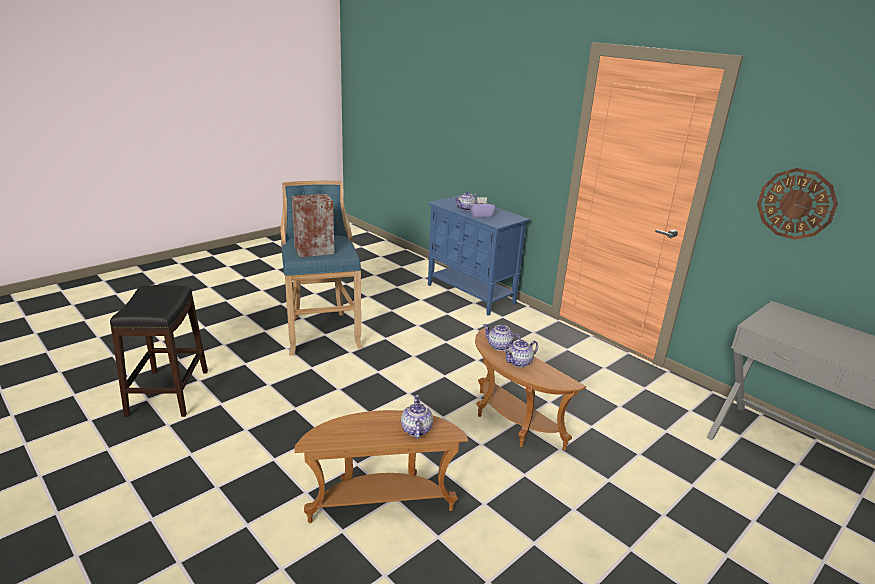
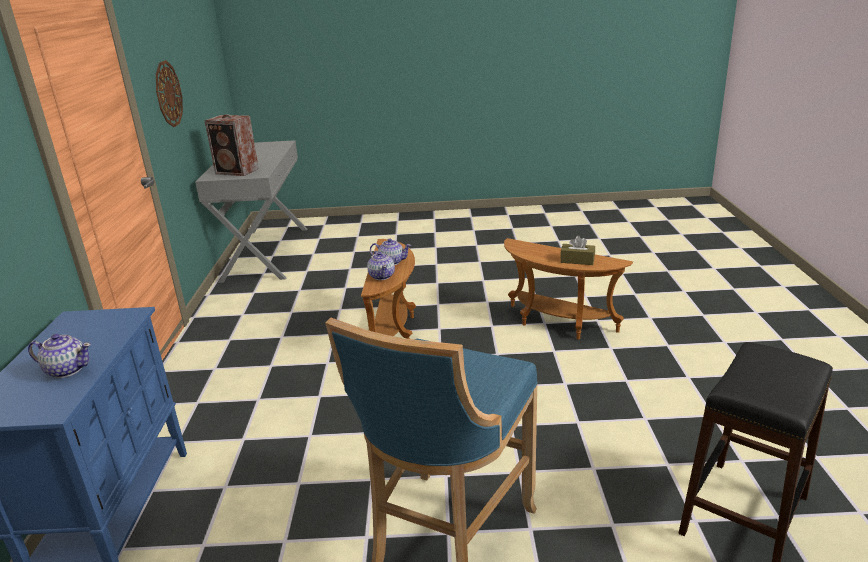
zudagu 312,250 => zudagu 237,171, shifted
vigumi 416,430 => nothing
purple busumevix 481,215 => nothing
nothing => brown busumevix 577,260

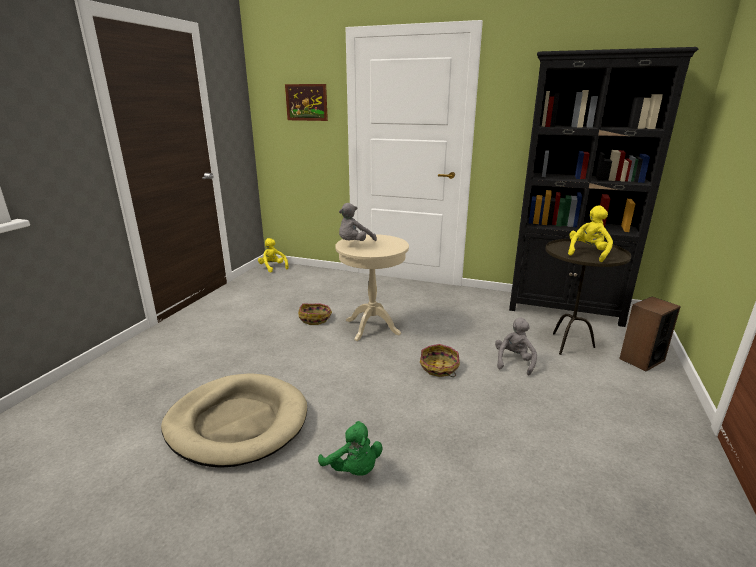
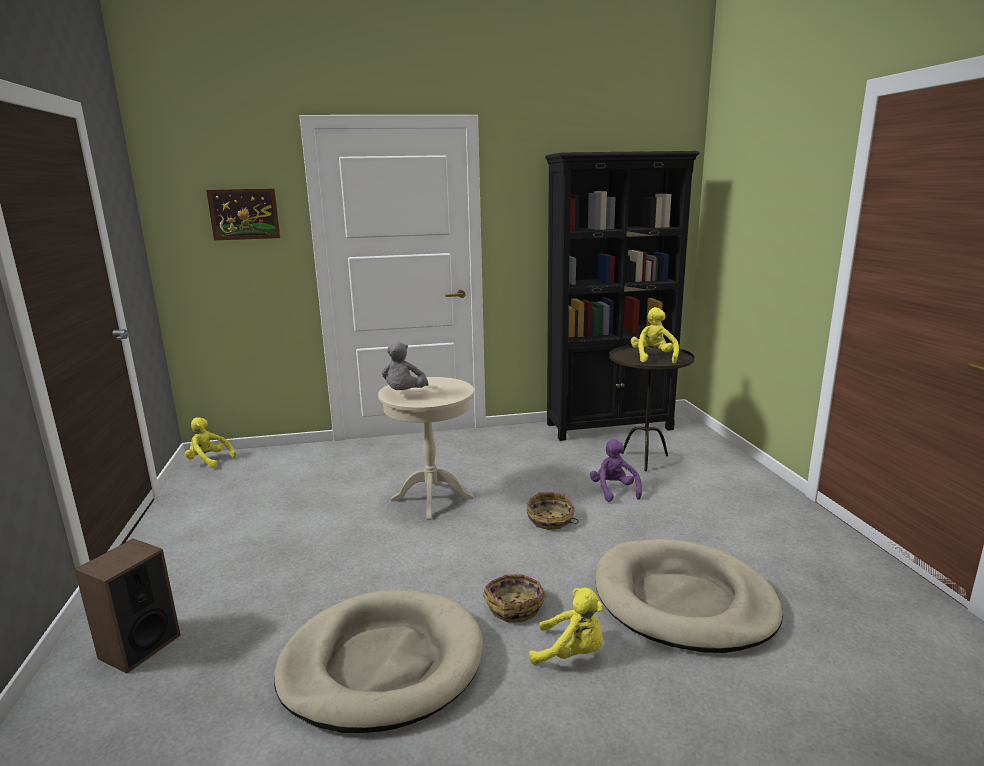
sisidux 315,318 => sisidux 515,606, shifted
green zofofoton 353,470 => yellow zofofoton 571,653
grey zofofoton 514,362 => purple zofofoton 614,491
zudagu 641,359 => zudagu 139,646, shifted
nothing => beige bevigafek 683,600

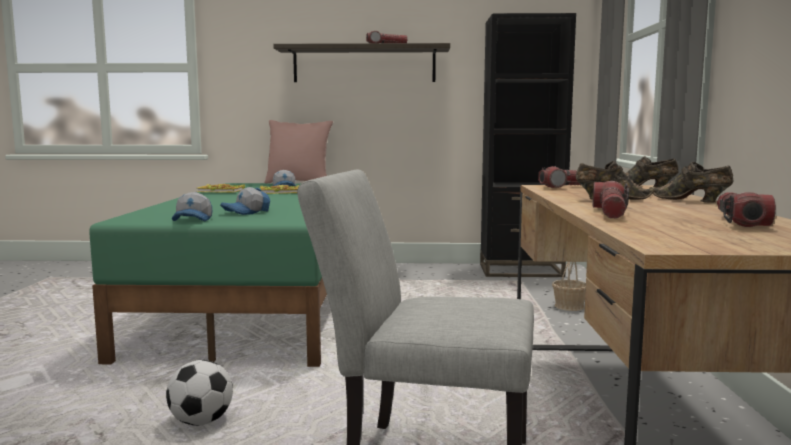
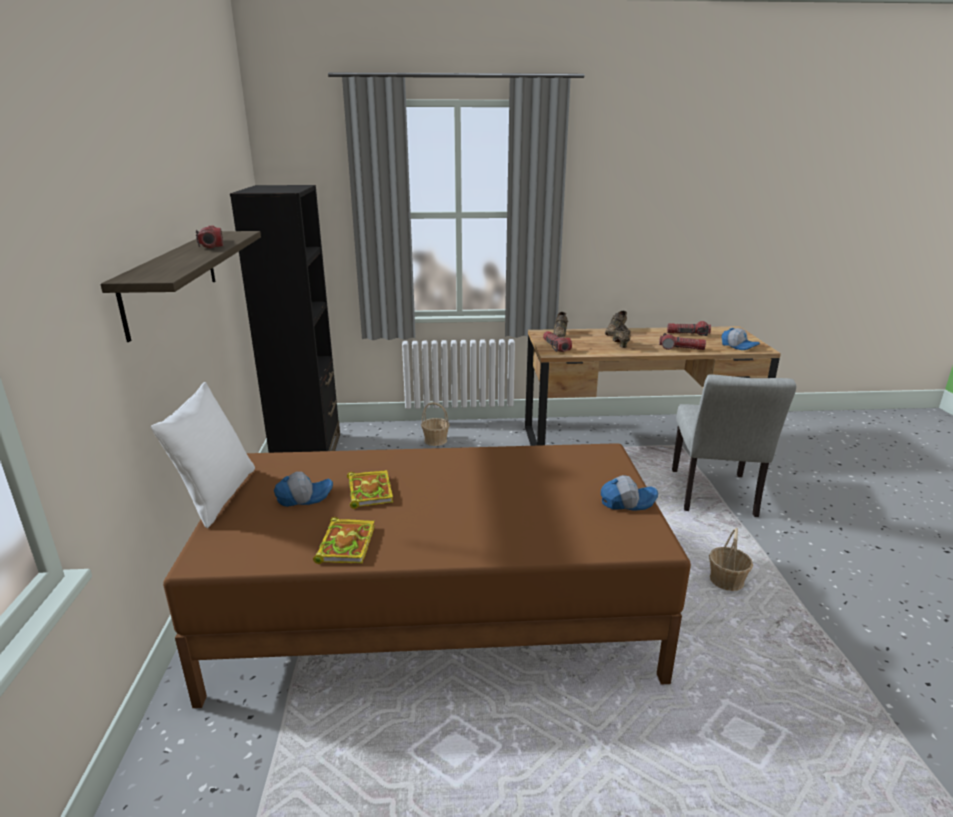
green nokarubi 263,304 => brown nokarubi 434,610
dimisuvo 201,422 => sisidux 726,581
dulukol 247,212 => dulukol 738,346, shifted
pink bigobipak 299,183 => white bigobipak 217,496

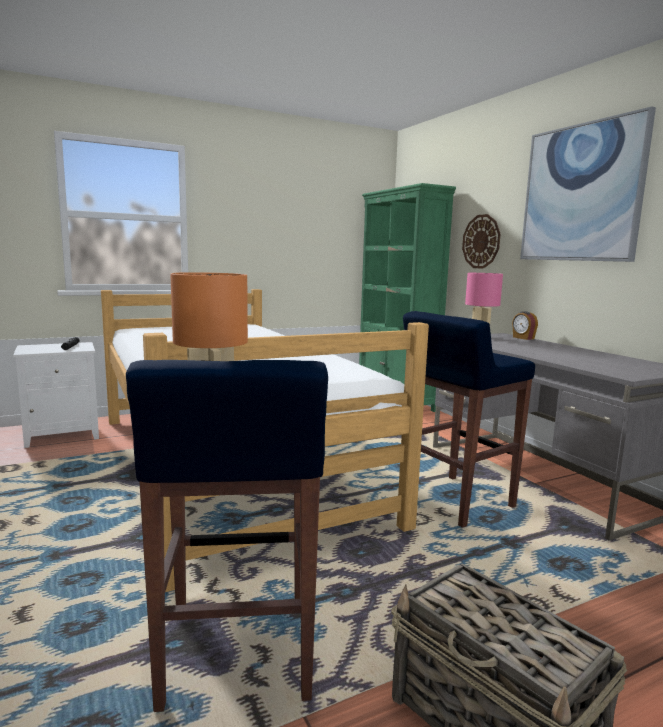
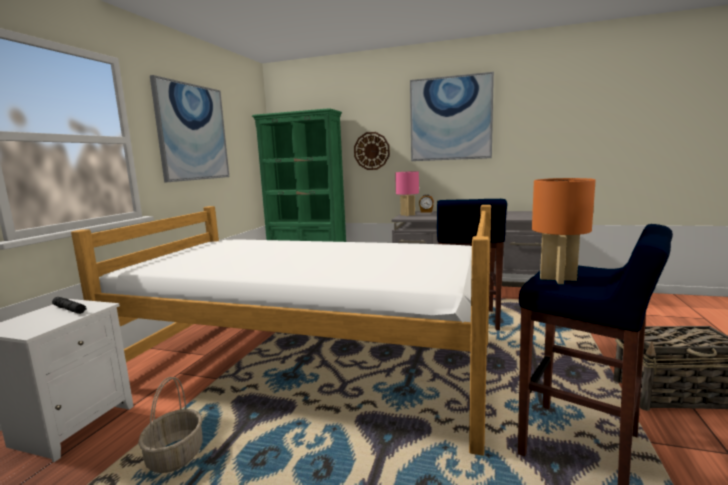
nothing => sisidux 175,455
nothing => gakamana 192,132

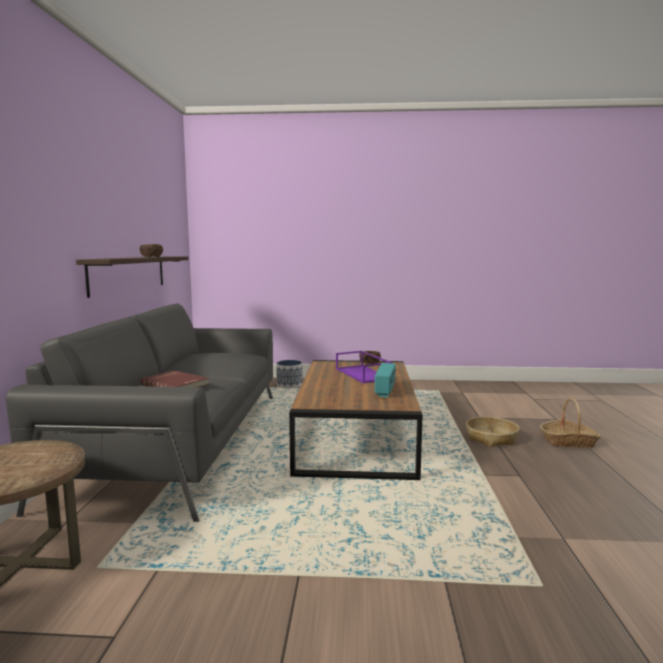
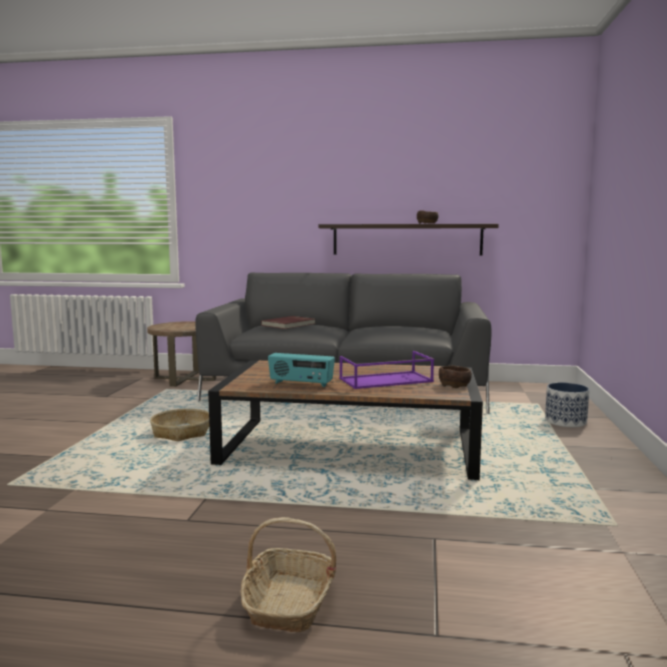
sisidux 491,438 => sisidux 181,433, shifted

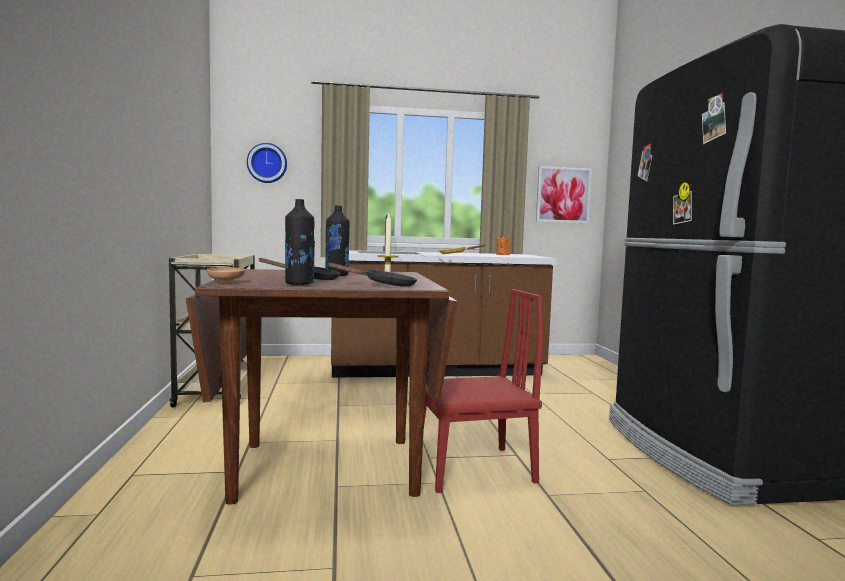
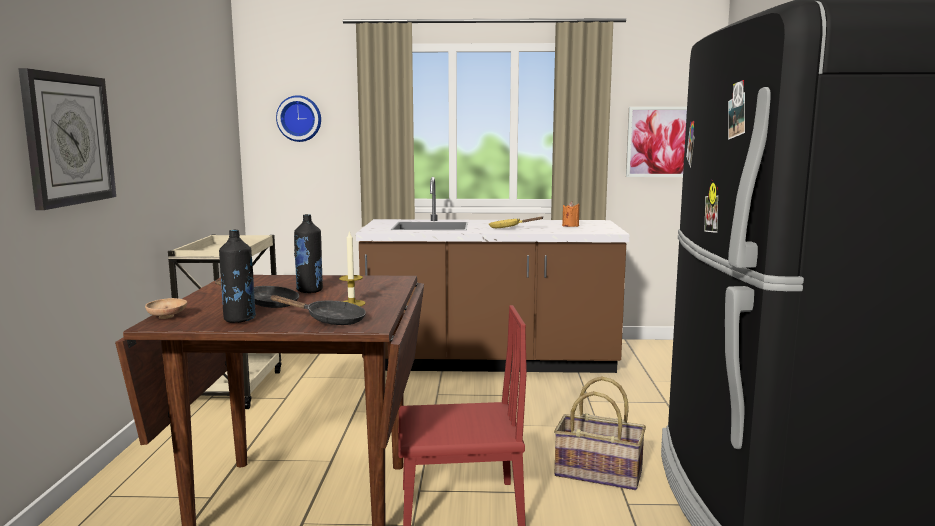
nothing => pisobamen 68,139
nothing => sisidux 599,472

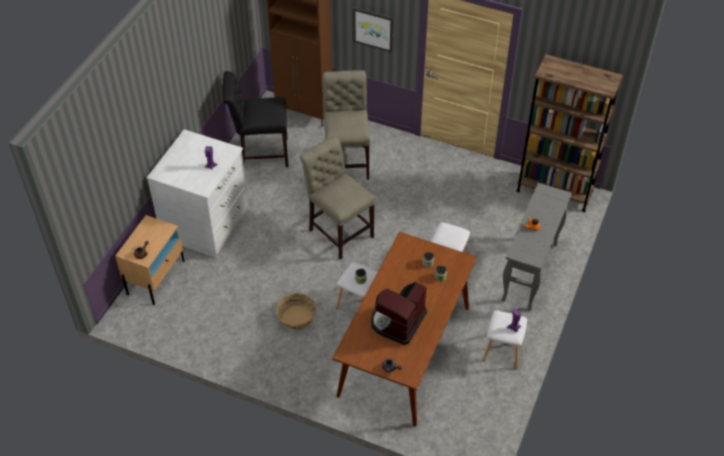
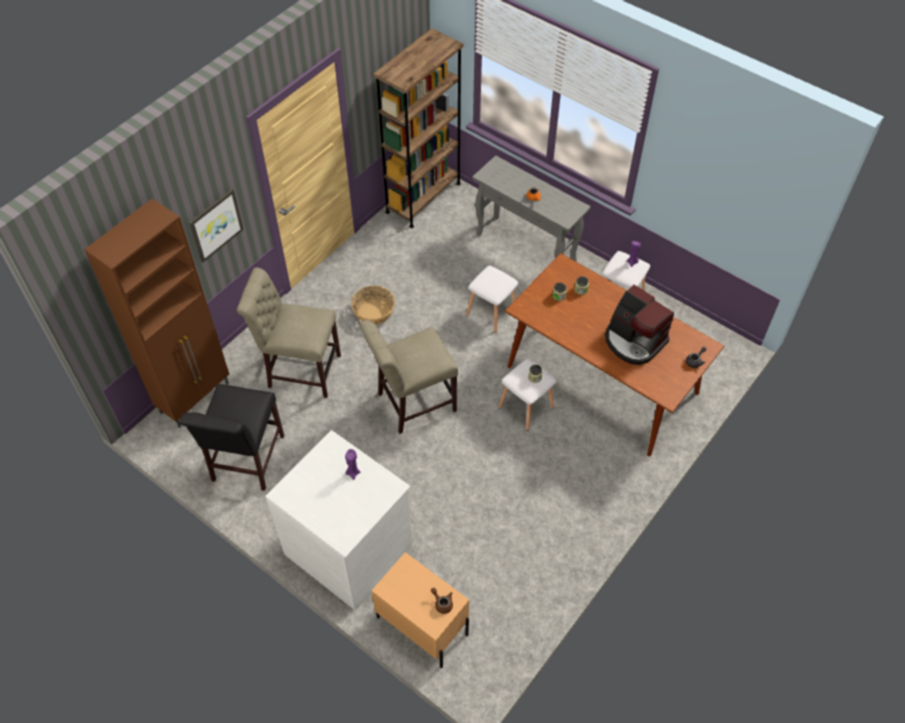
sisidux 296,318 => sisidux 374,312, shifted

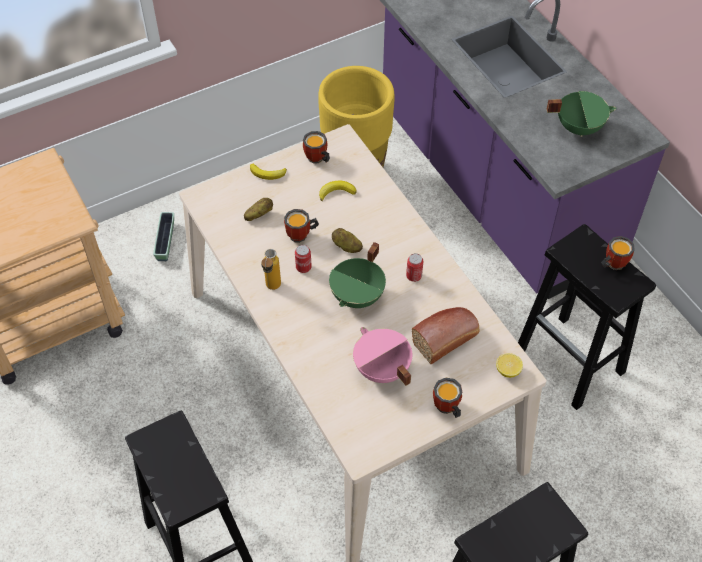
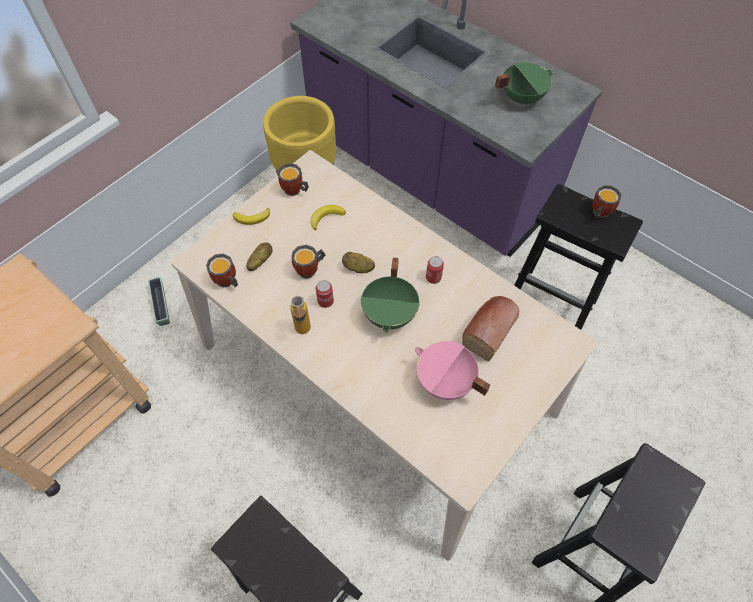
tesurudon 446,409 => tesurudon 226,283, shifted
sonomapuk 508,370 => nothing

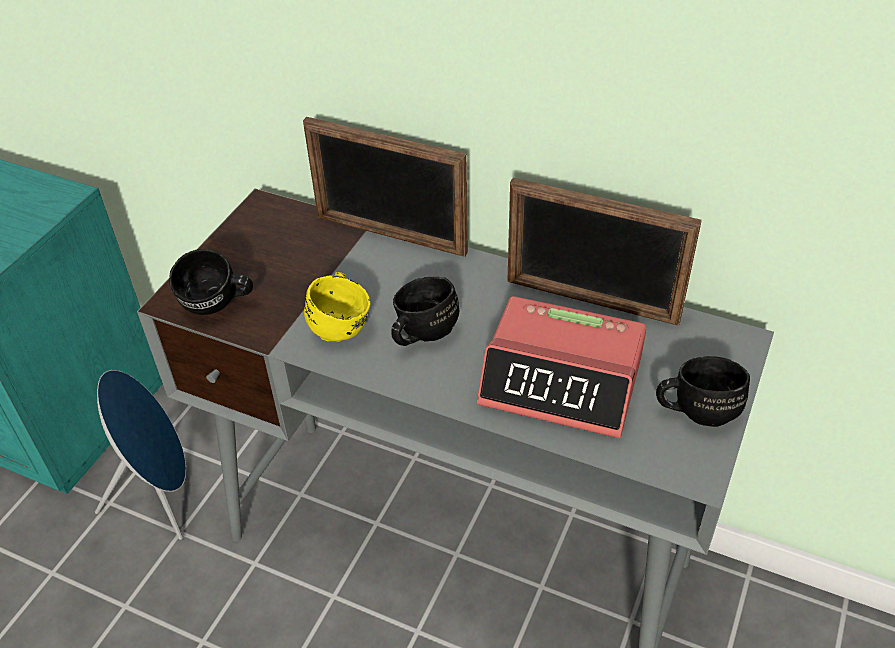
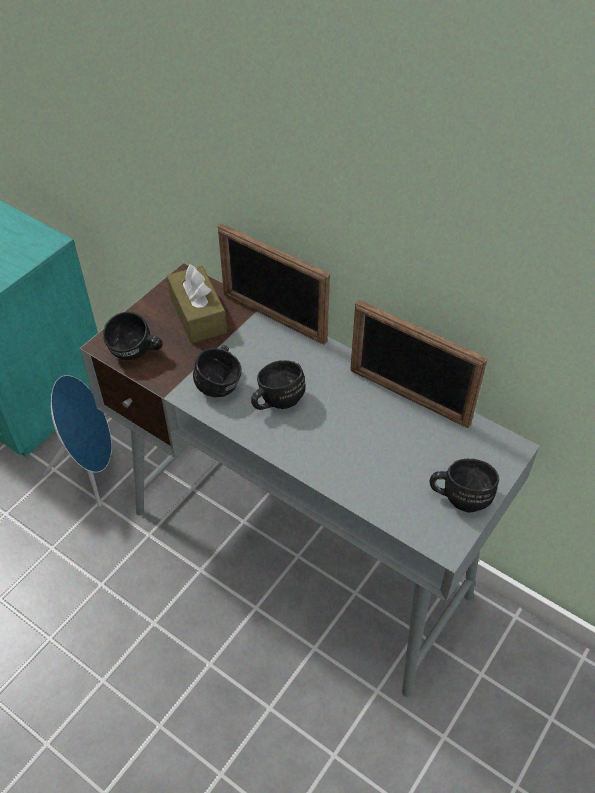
yellow tesurudon 342,324 => black tesurudon 221,383
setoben 562,380 => nothing
nothing => brown busumevix 198,315

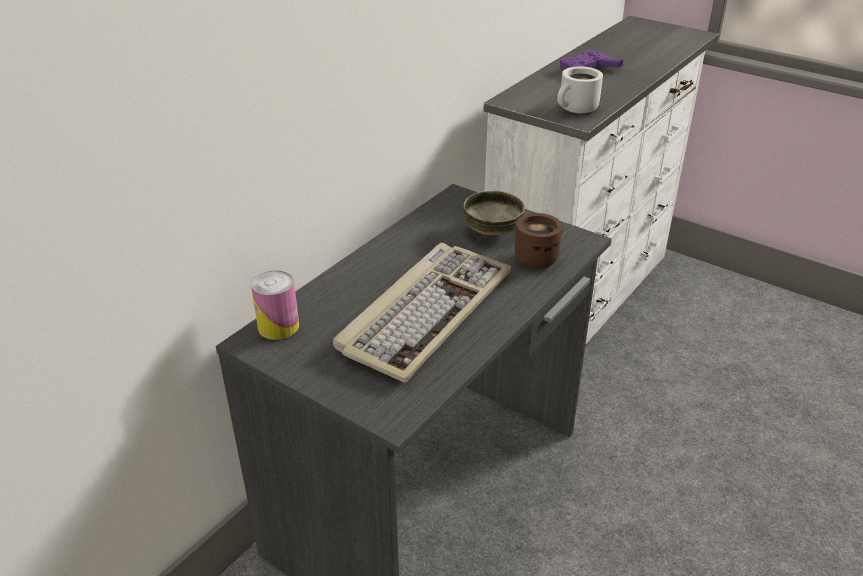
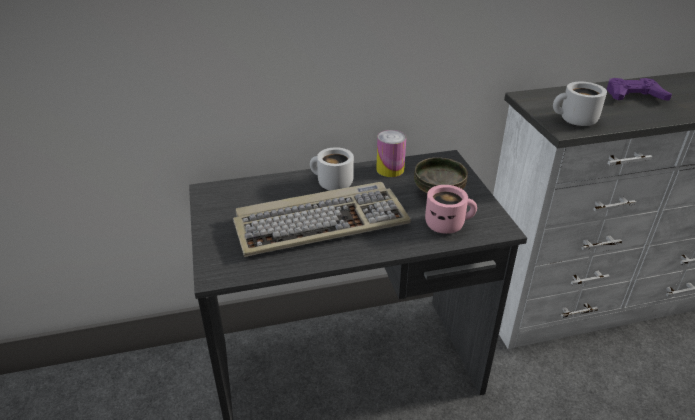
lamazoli 278,326 => lamazoli 390,169, shifted
brown tesurudon 537,256 => pink tesurudon 447,223
nothing => white tesurudon 331,184

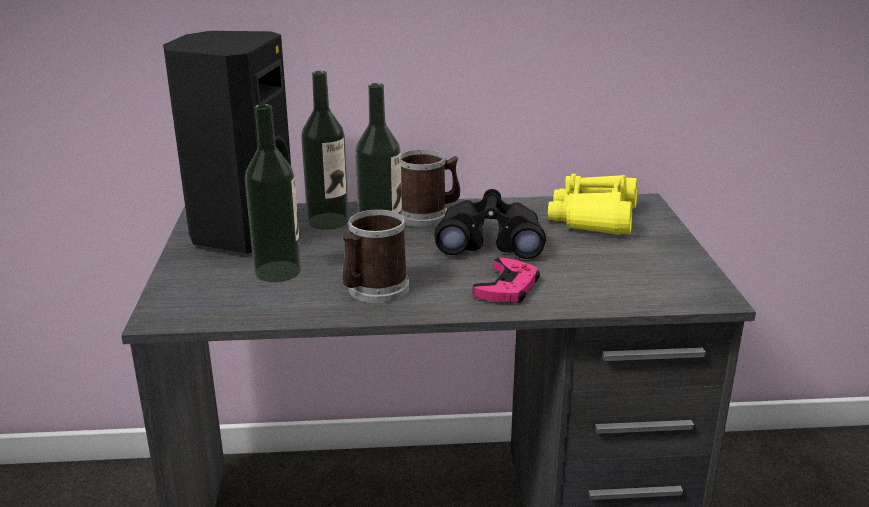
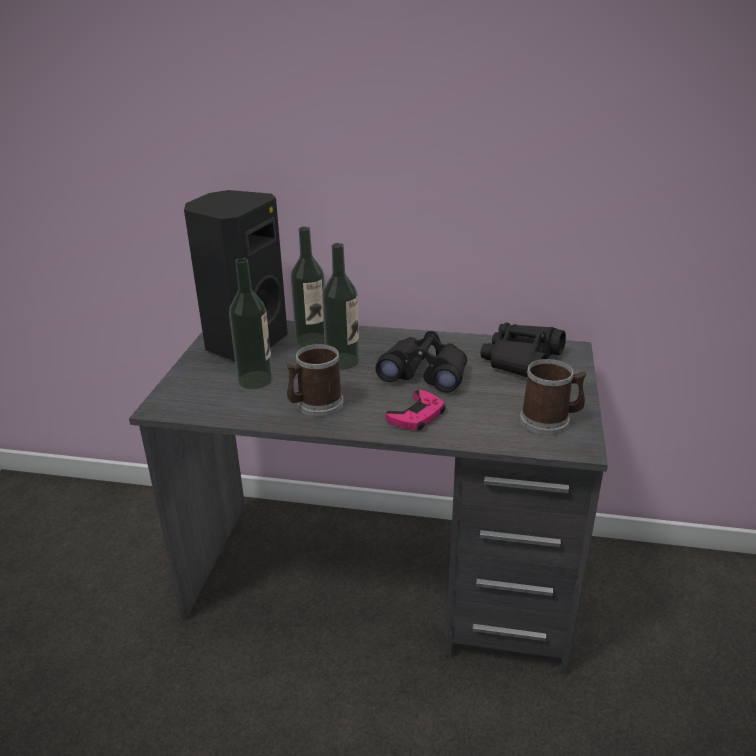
tesurudon 428,215 => tesurudon 550,421, shifted
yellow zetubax 594,218 => black zetubax 521,360

